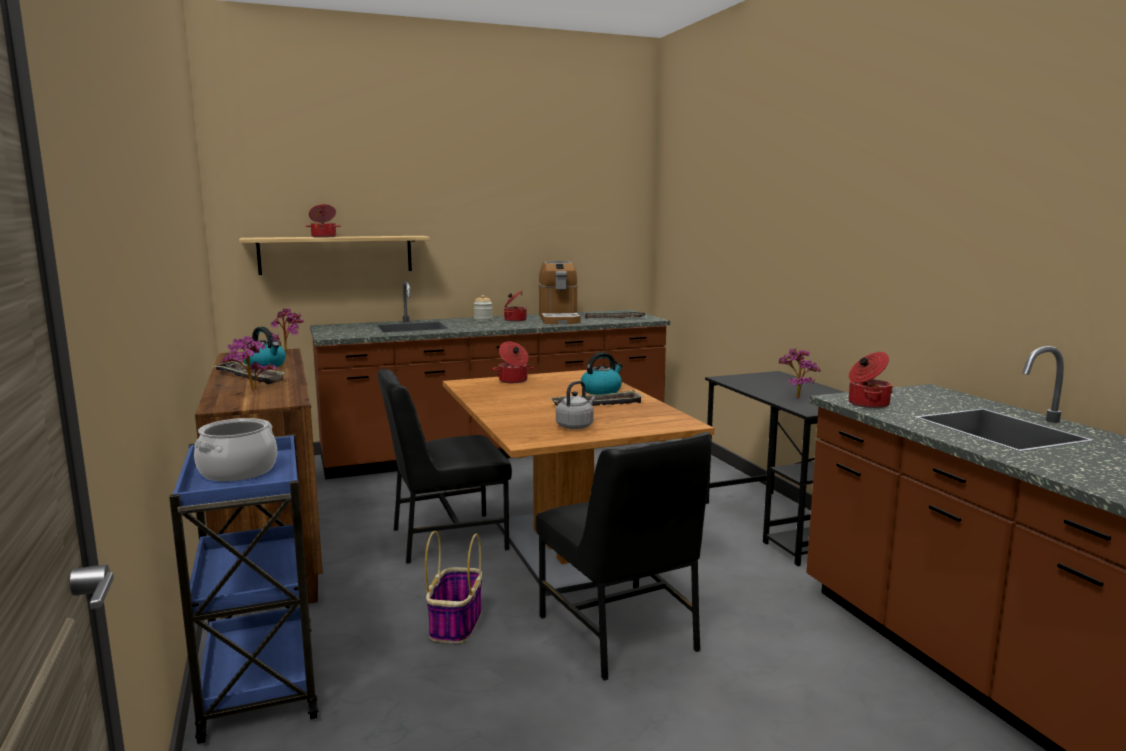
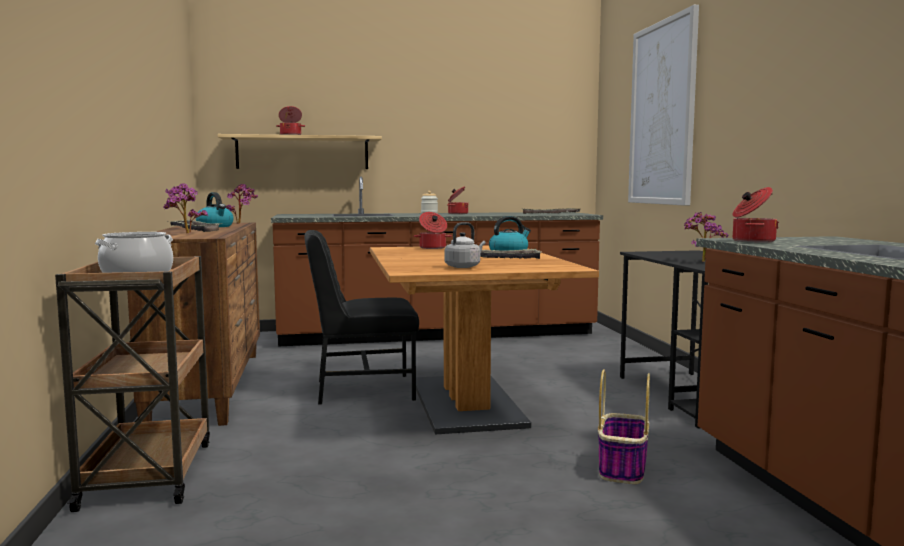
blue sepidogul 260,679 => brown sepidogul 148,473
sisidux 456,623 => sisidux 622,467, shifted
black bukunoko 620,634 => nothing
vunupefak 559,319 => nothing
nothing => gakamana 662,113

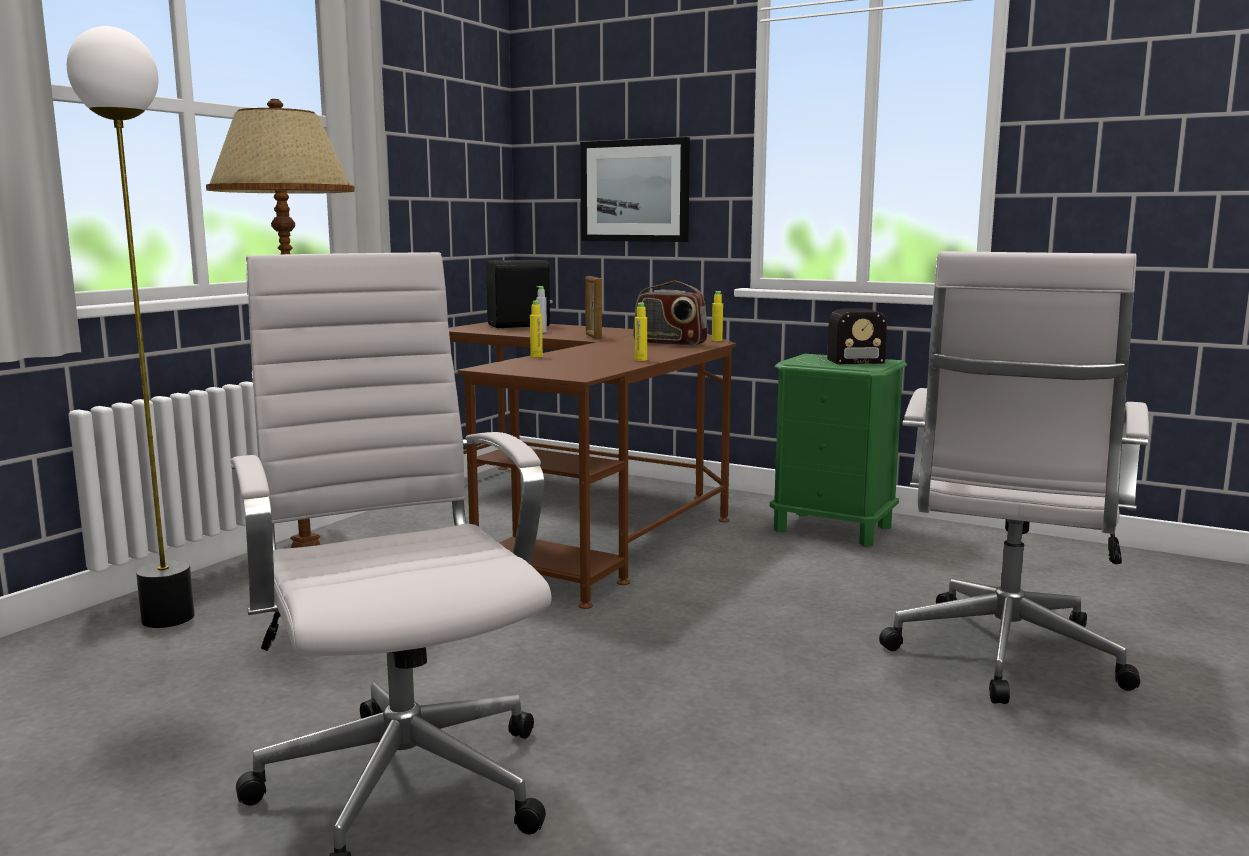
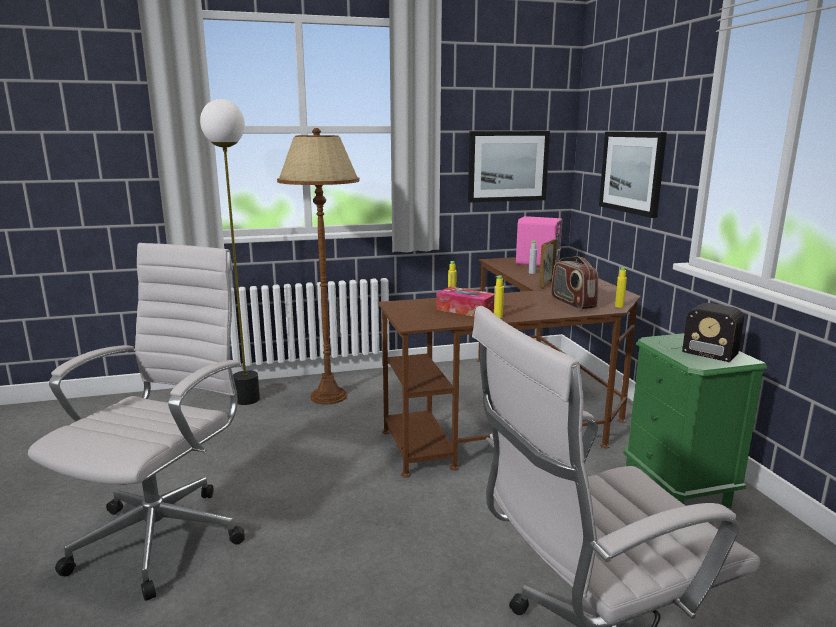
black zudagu 520,326 => pink zudagu 538,264
nothing => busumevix 466,310
nothing => gakamana 507,166

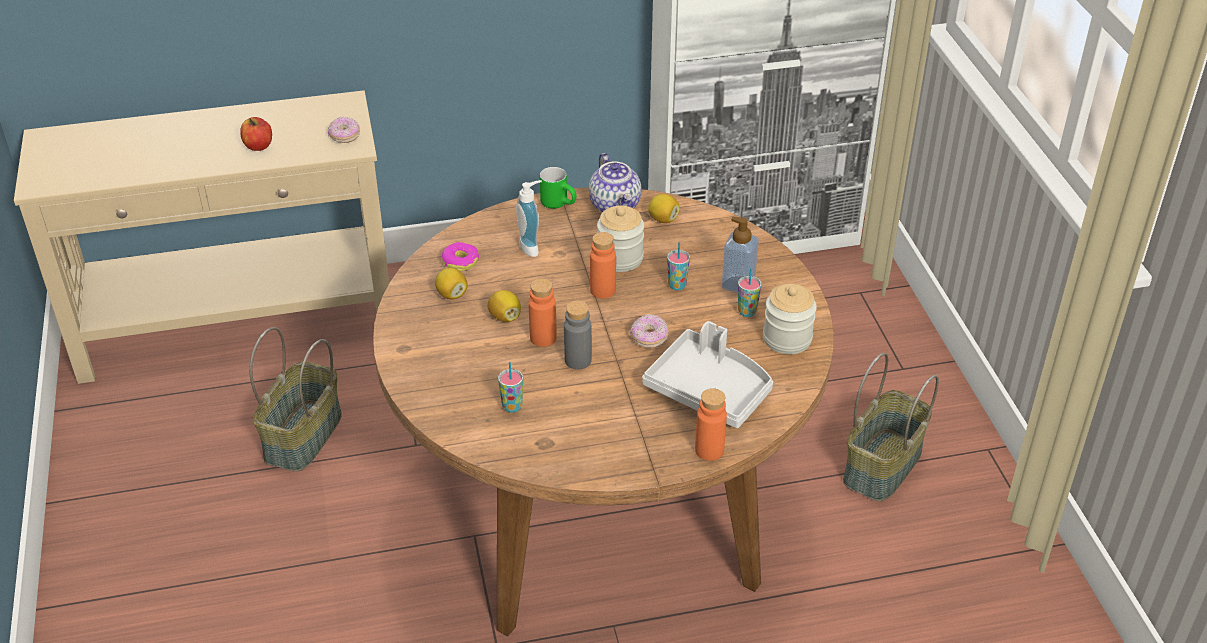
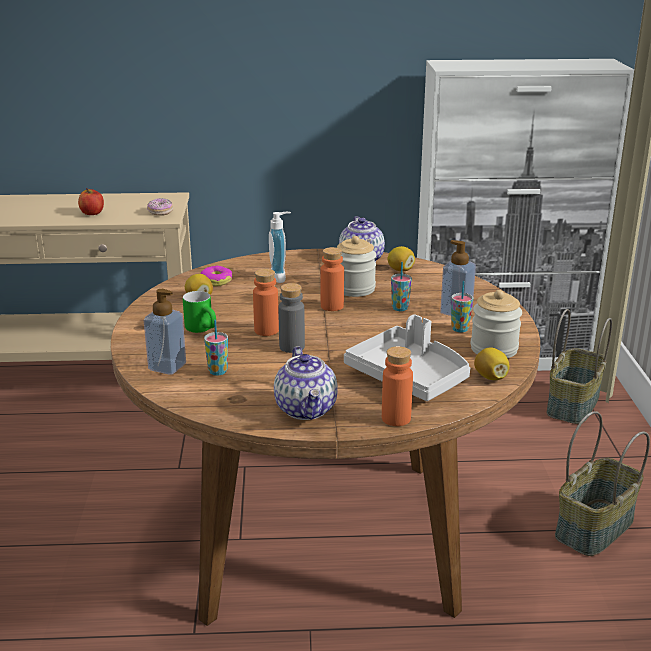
sisidux 304,437 => sisidux 574,405, shifted
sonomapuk 505,317 => sonomapuk 490,377, shifted
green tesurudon 560,203 => green tesurudon 204,329, shifted
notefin 649,338 => nothing
nothing => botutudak 167,367
nothing => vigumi 307,409

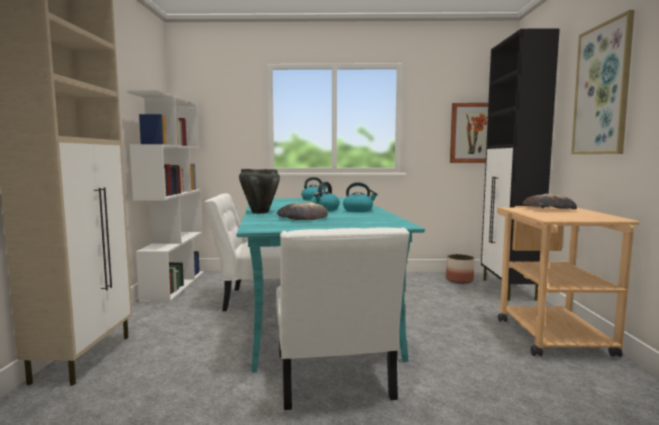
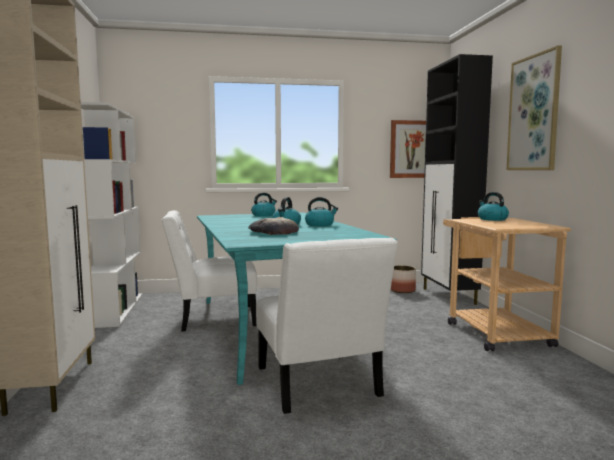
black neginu 259,212 => nothing
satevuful 548,208 => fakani 492,219

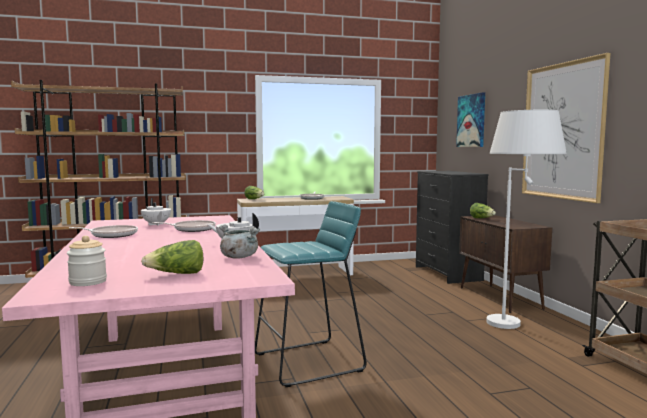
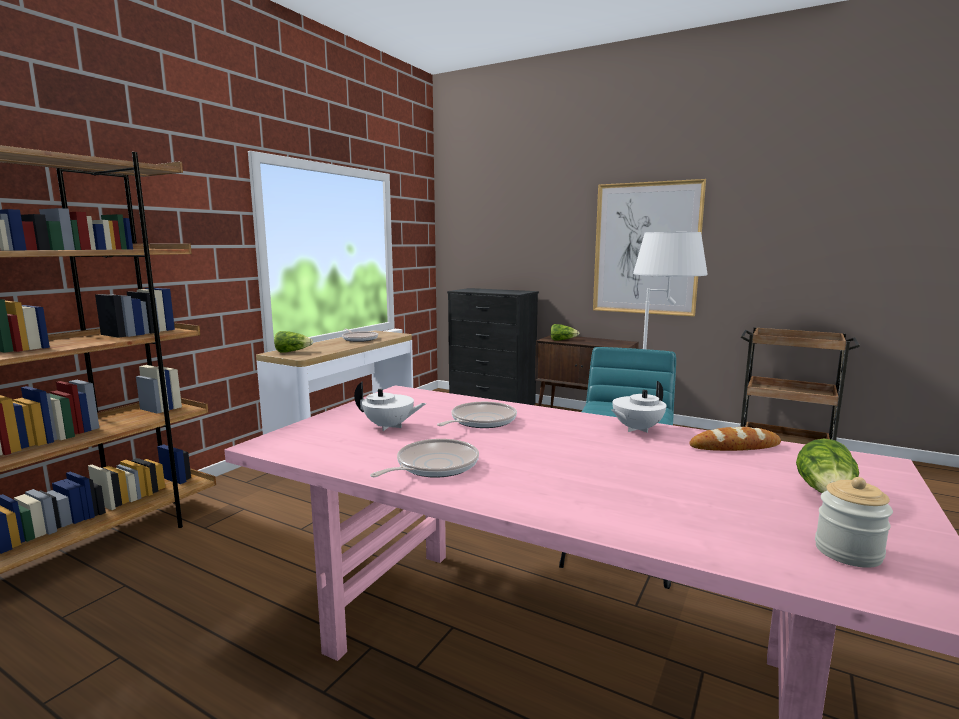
grey neginu 238,257 => satevuful 734,446
gakamana 471,121 => nothing

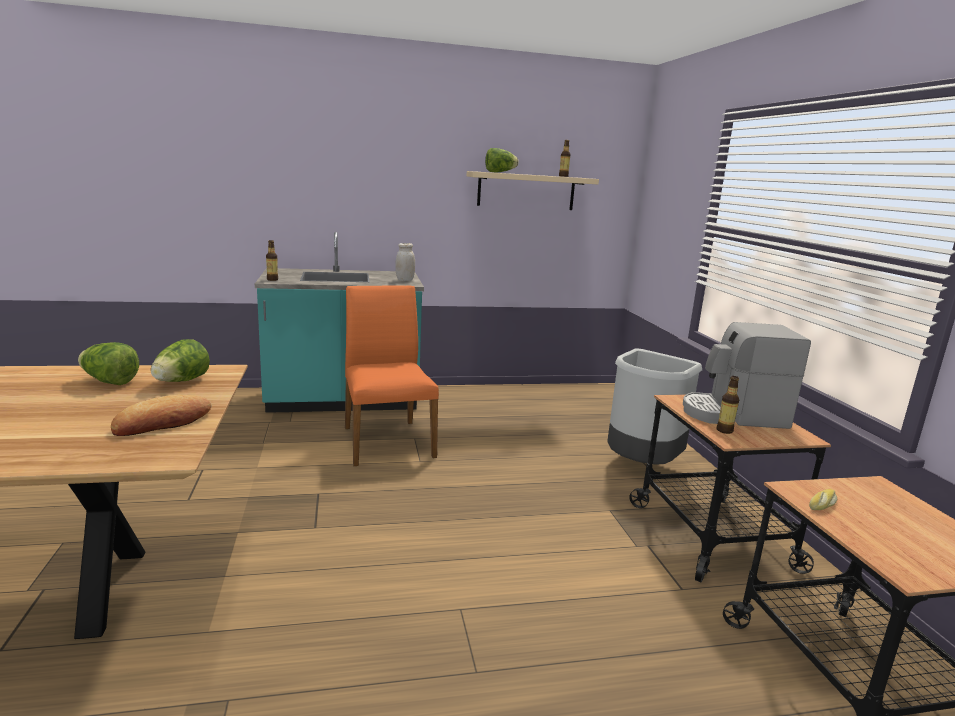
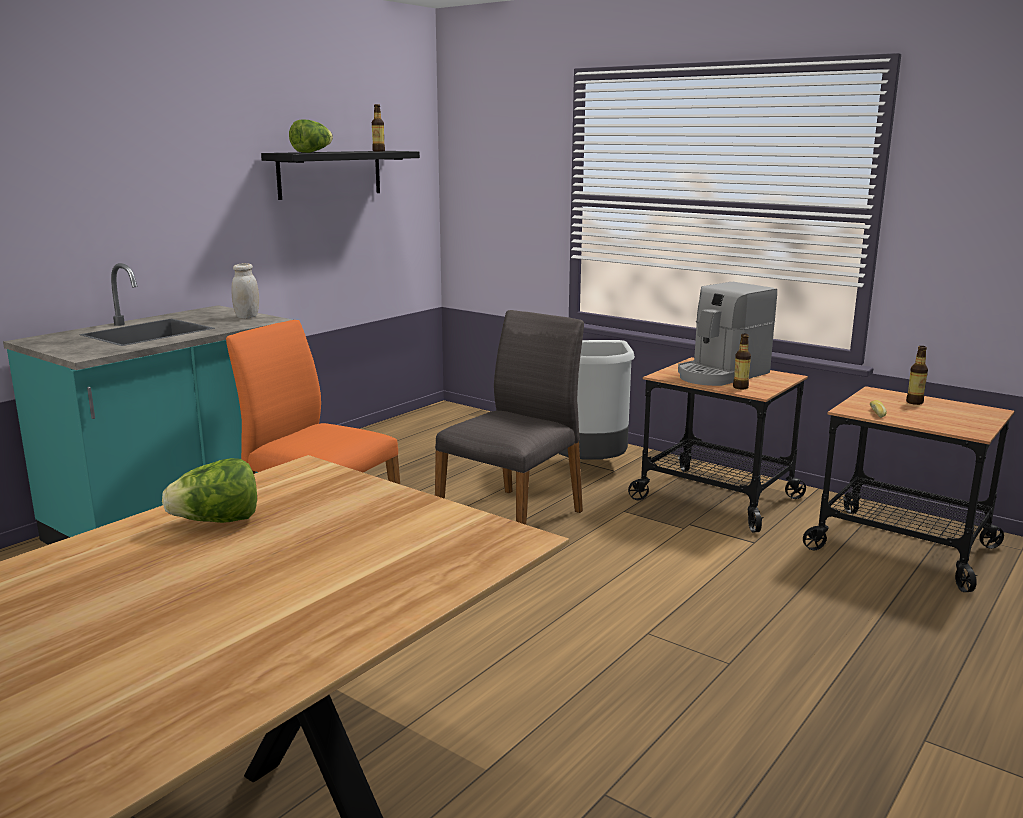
satevuful 163,423 => nothing
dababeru 181,381 => nothing
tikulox 272,279 => tikulox 914,402, shifted
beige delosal 526,191 => black delosal 330,174
nothing => grey bukunoko 513,518

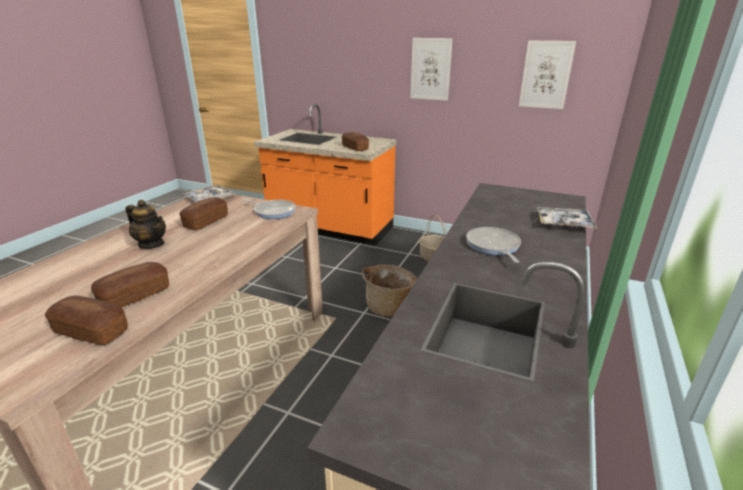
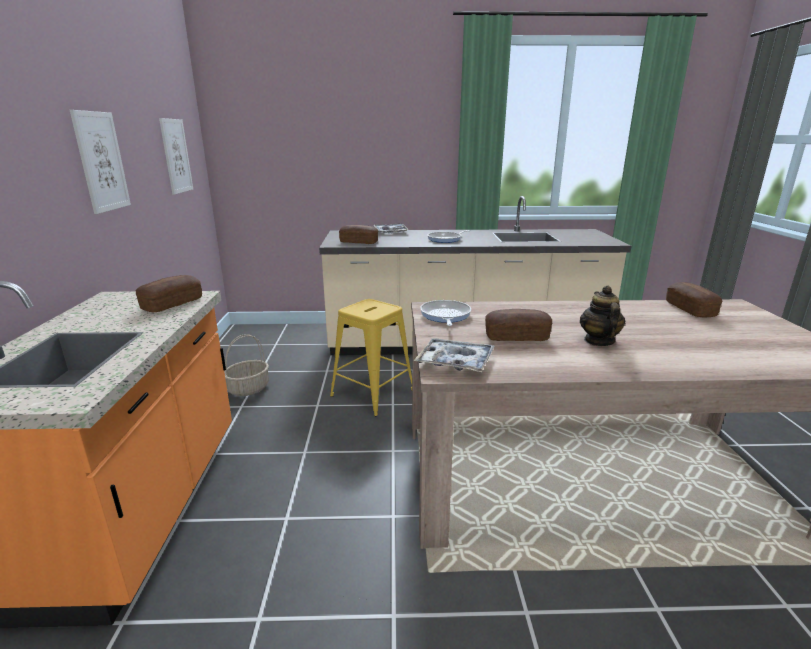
satevuful 135,296 => satevuful 359,242, shifted
sisidux 389,307 => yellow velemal 372,393

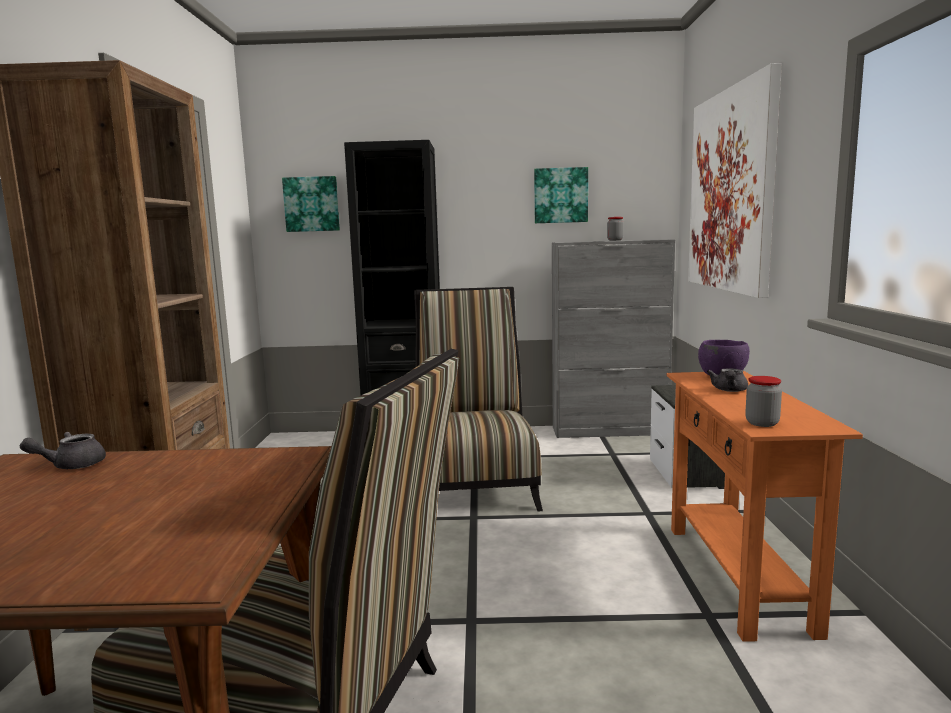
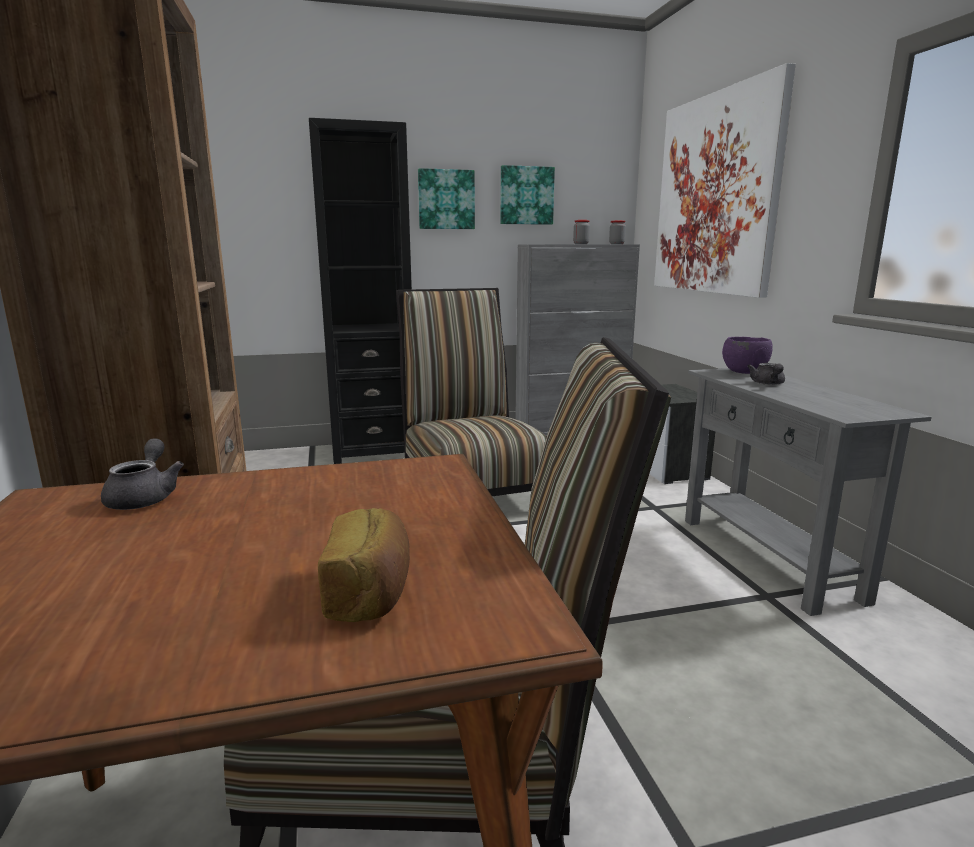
grey vigumi 71,465 => grey vigumi 145,497, 135 degrees clockwise
gakamana 312,204 => gakamana 446,199, shifted
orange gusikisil 737,576 => grey gusikisil 767,557
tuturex 762,423 => tuturex 616,244, shifted
nothing => satevuful 370,592

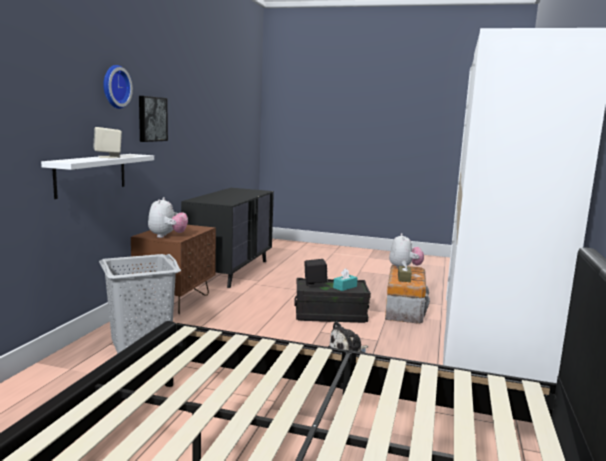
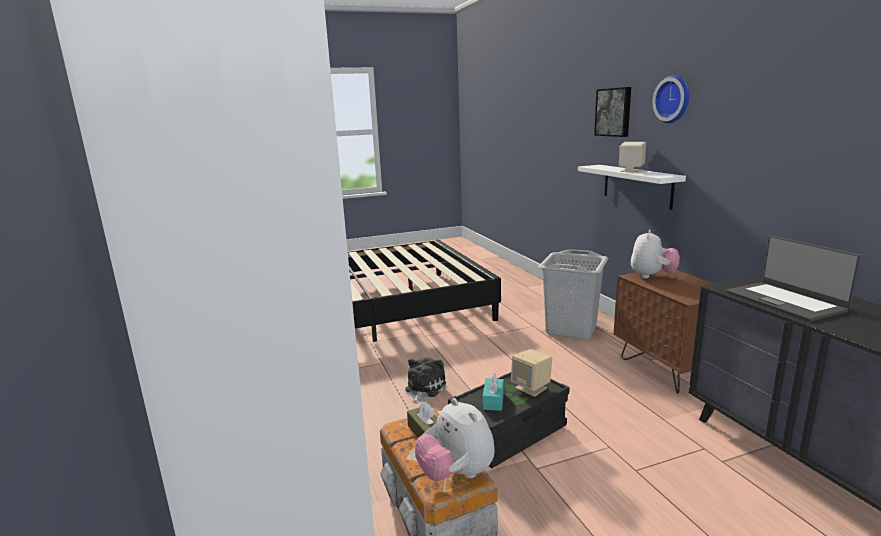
gakamana 151,119 => gakamana 614,112, shifted
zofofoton 167,236 => zofofoton 652,276, 120 degrees counterclockwise
black zudagu 314,284 => beige zudagu 531,388
nothing => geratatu 785,301

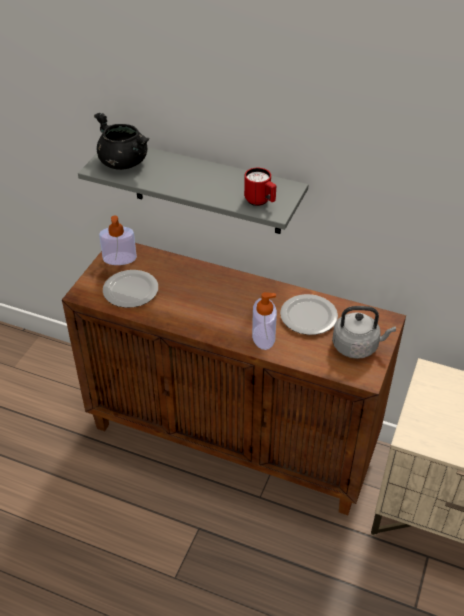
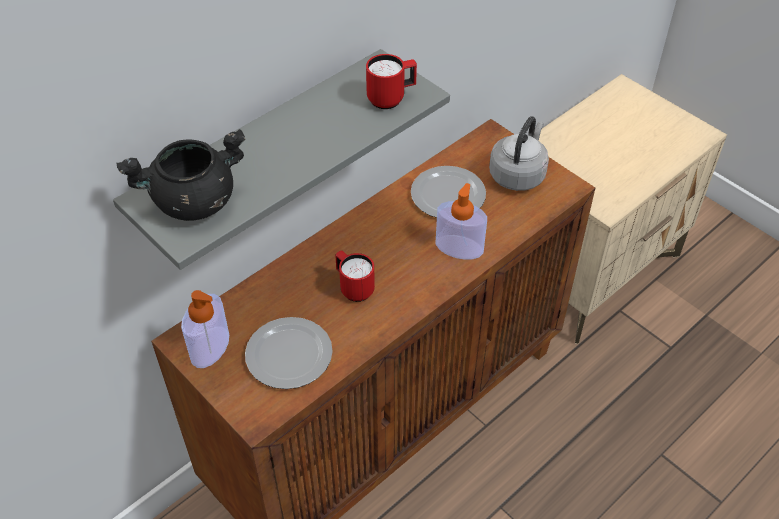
nothing => red tesurudon 353,288

